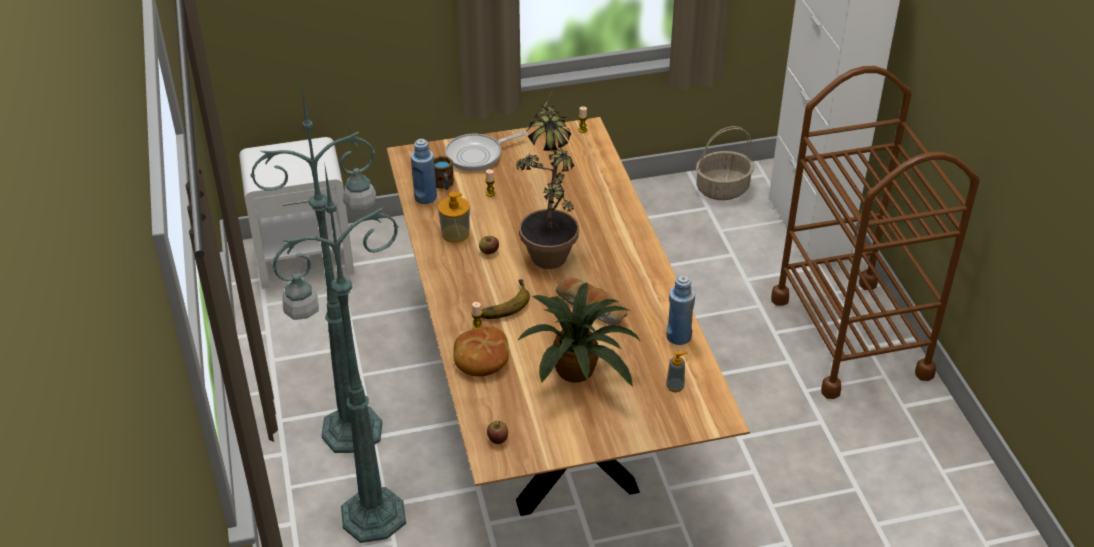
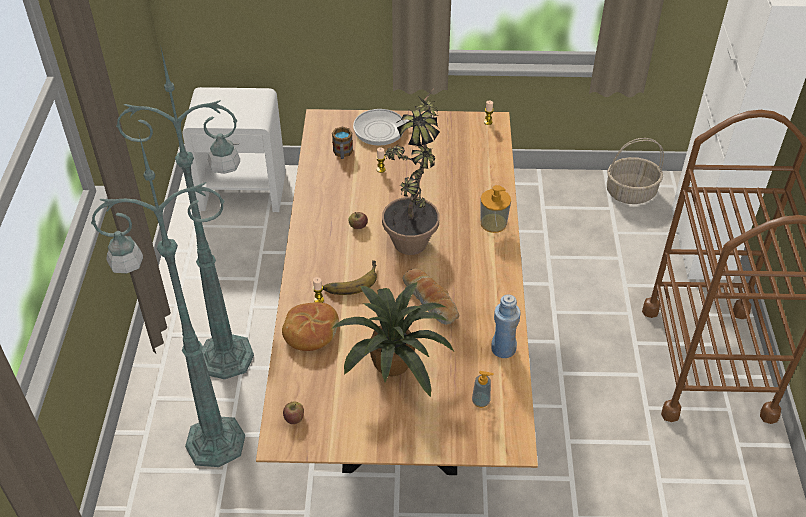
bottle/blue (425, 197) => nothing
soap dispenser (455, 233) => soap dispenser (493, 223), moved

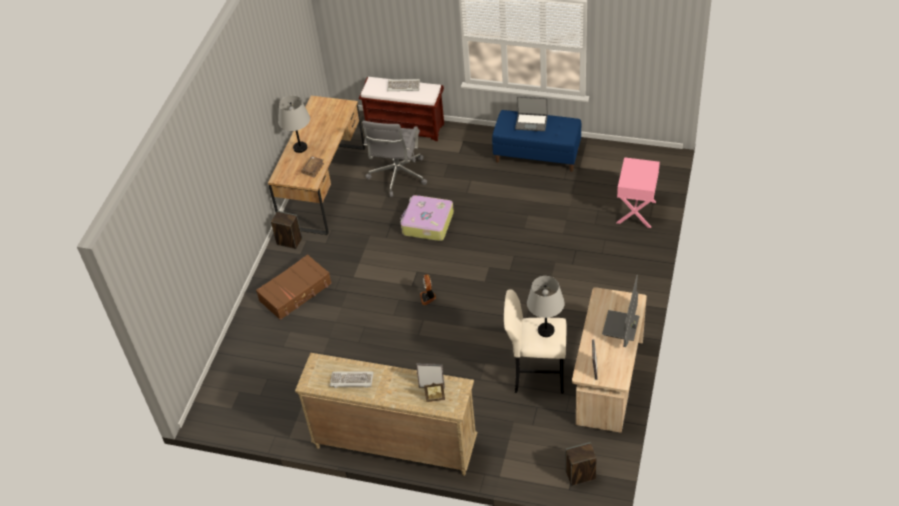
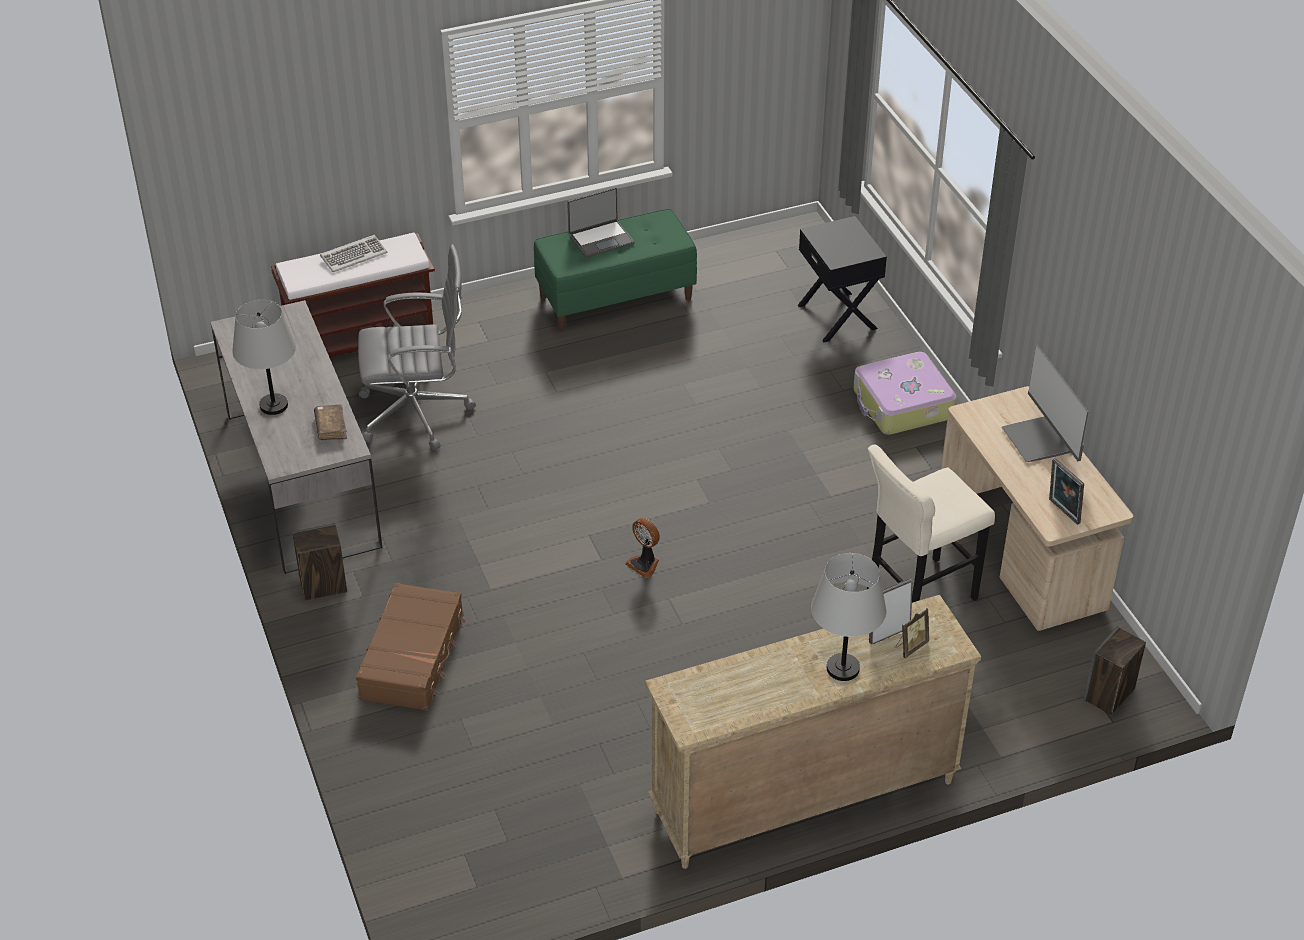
keyboard (351, 380) => nothing
suitcase (427, 223) => suitcase (902, 405), moved
table lamp/grey (546, 330) => table lamp/grey (843, 668), moved
desk/brown (323, 186) => desk/grey (302, 479)
bench/blue (537, 155) => bench/green (616, 297)
nightstand/pink (637, 212) => nightstand/black (838, 316)
office chair/grey (397, 176) => office chair/grey (418, 413), 75 degrees counterclockwise

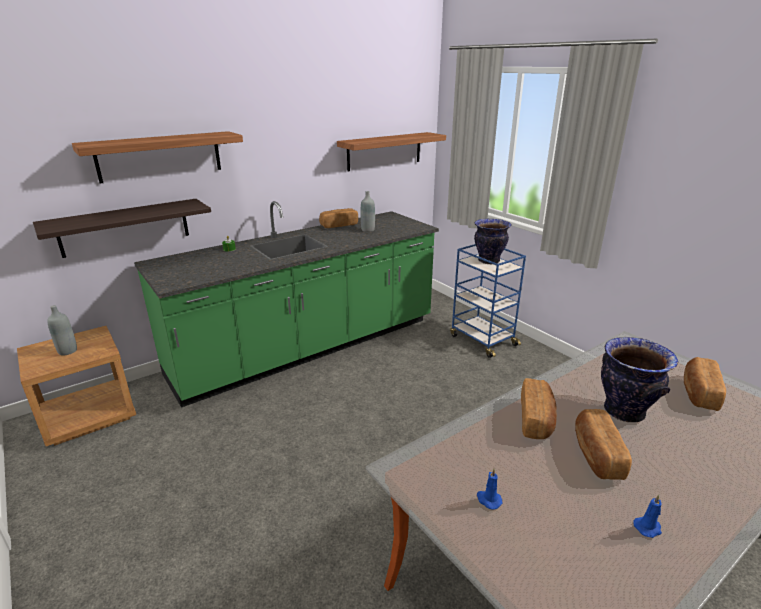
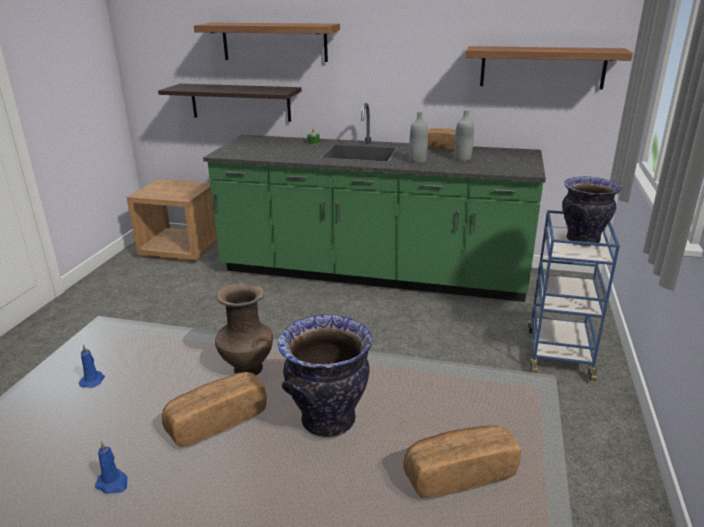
bottle/grey (67, 351) => bottle/grey (417, 161), moved
bread (536, 419) => vase/brown (246, 368)

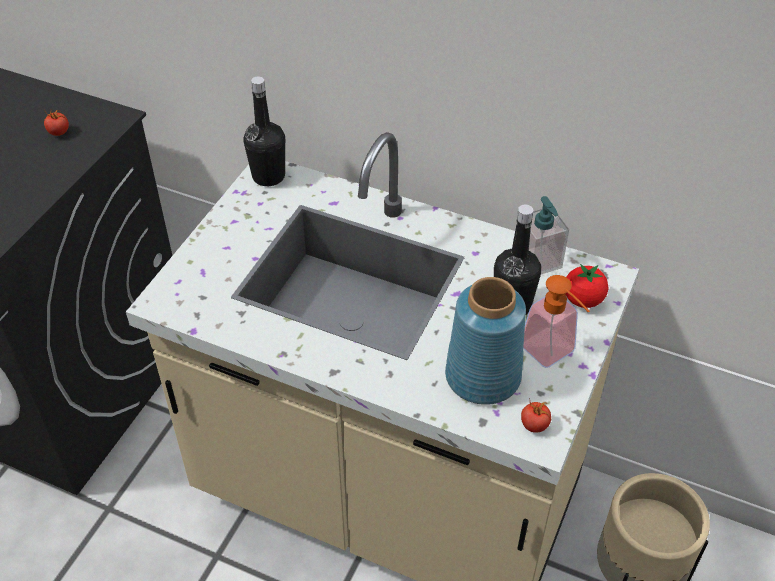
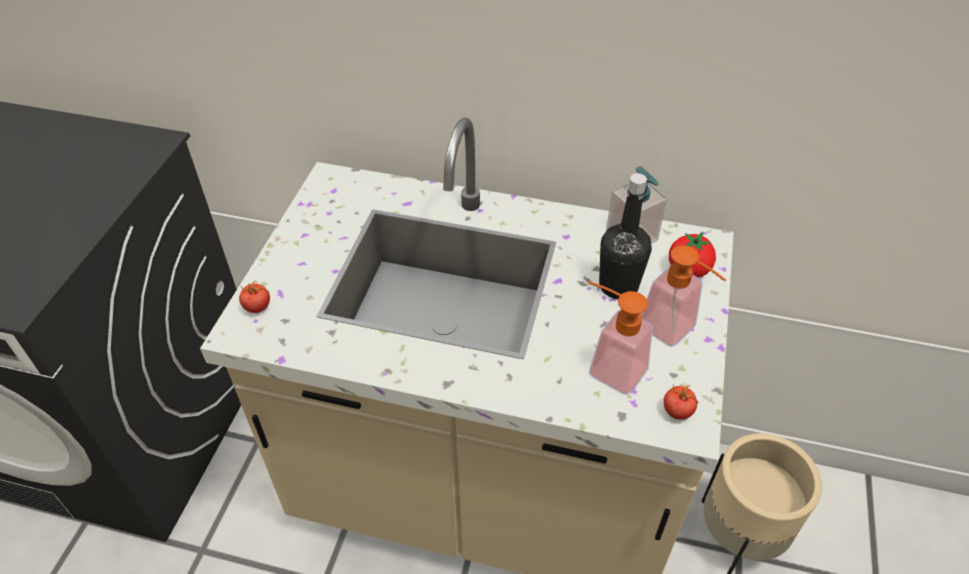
bottle/black (268, 176) => nothing
tomato (59, 132) => tomato (257, 307), moved
vase/blue (482, 377) => soap dispenser (608, 367)

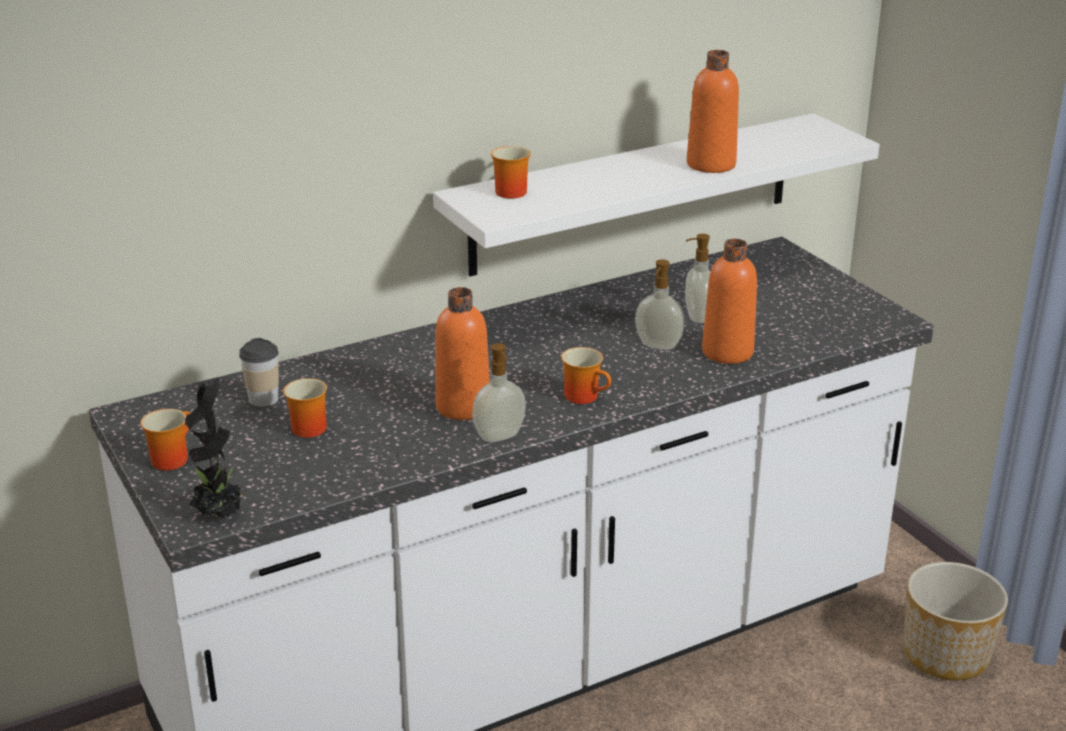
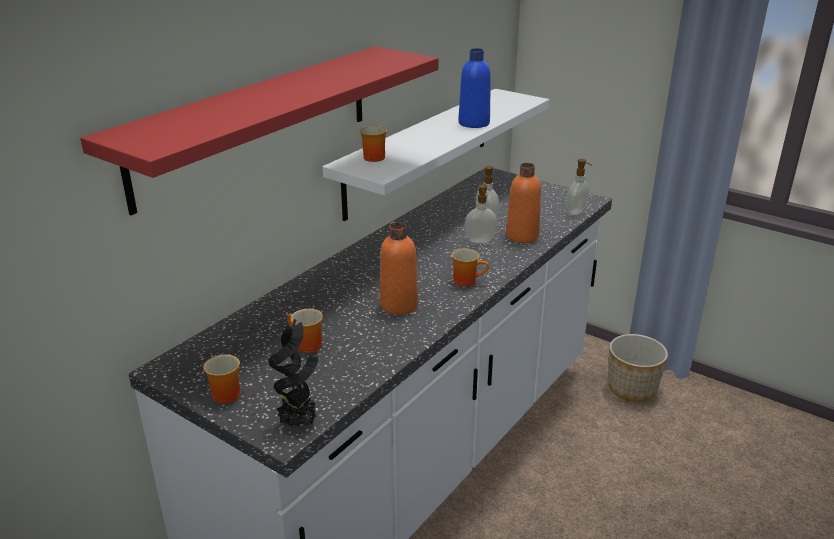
cup (263, 399) => nothing
nothing => shelf/red (257, 123)
soap dispenser (500, 437) => soap dispenser (577, 212), moved
bottle/orange (711, 165) => bottle/blue (474, 123)

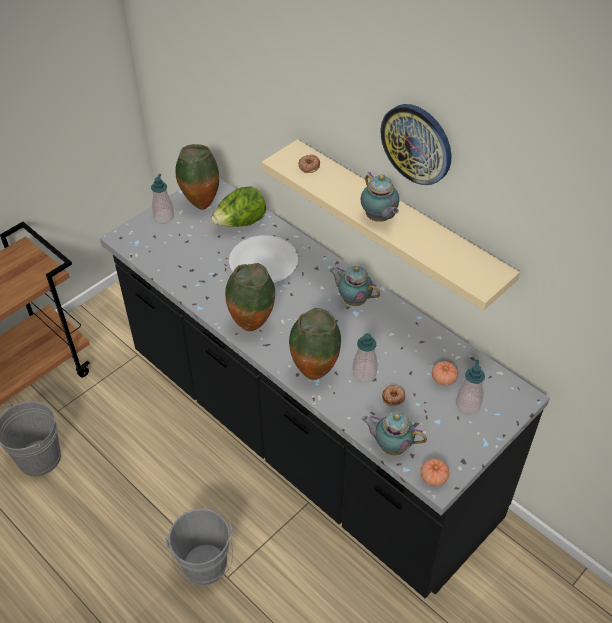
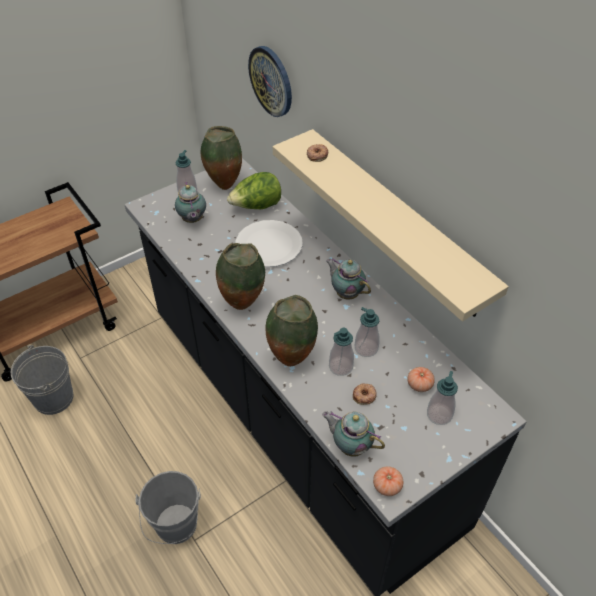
nothing => soap dispenser (366, 348)
teapot (379, 218) => teapot (192, 220), moved
wall clock (417, 143) => wall clock (271, 81), moved

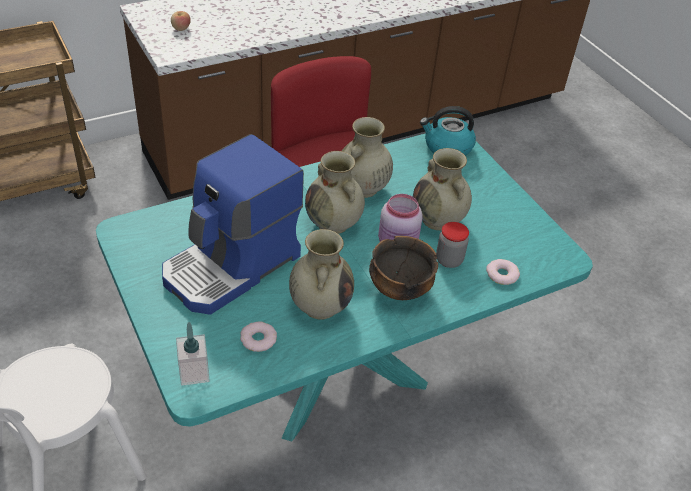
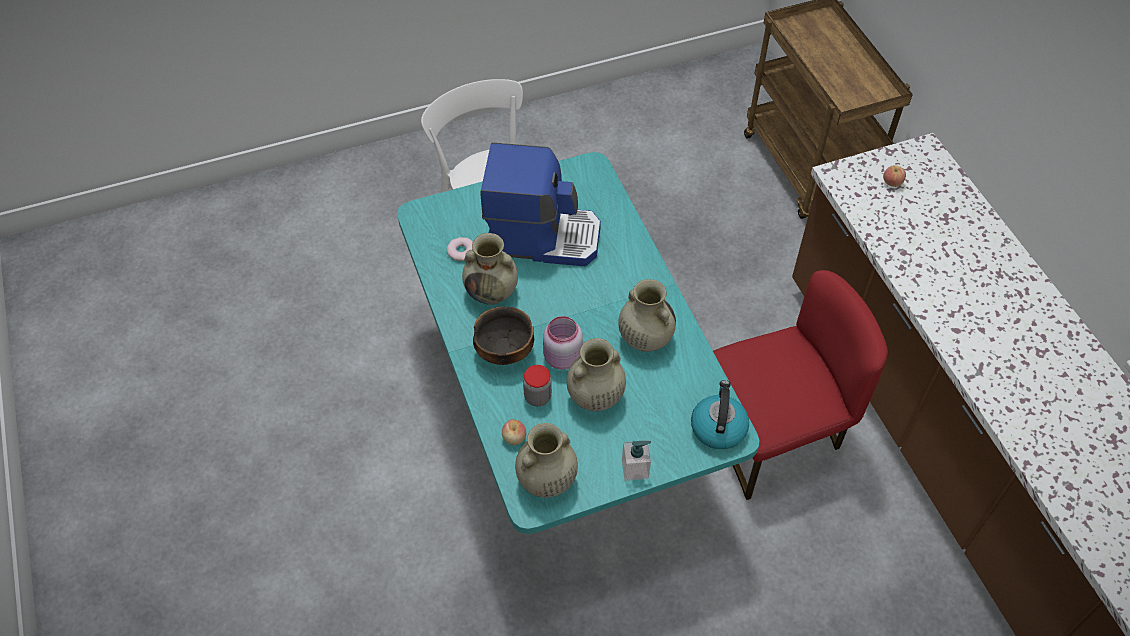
soap dispenser (194, 372) => soap dispenser (635, 469), moved
vase/beige (333, 224) => vase/beige (546, 481), moved
donut (502, 274) => apple (514, 438)
coffee machine (232, 267) => coffee machine (542, 236), 135 degrees clockwise

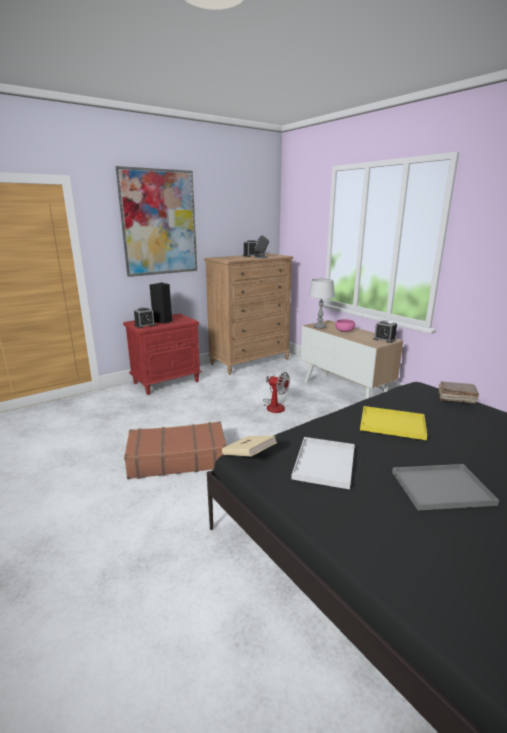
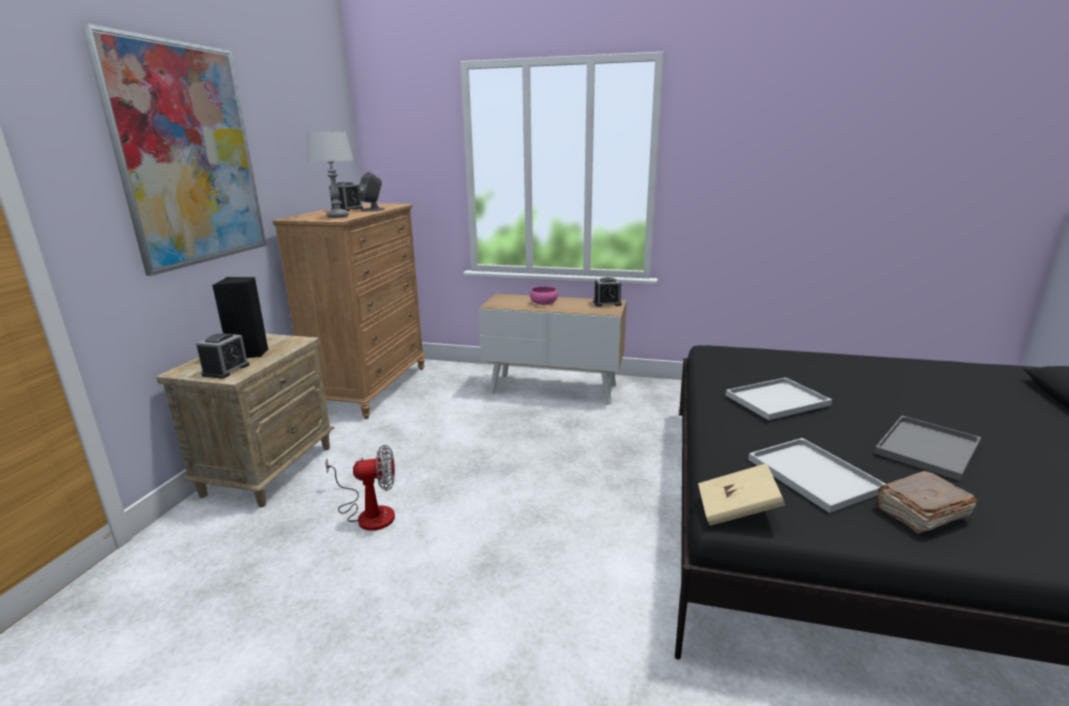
suitcase/brown (177, 459) => nothing
fan (274, 405) => fan (368, 513), moved
table lamp/grey (319, 327) => table lamp/grey (338, 216), moved
book/brown (455, 398) => book/brown (919, 513), moved
nightstand/red (167, 382) => nightstand/beige (269, 469)
tray/yellow (391, 424) => tray/white (776, 400)

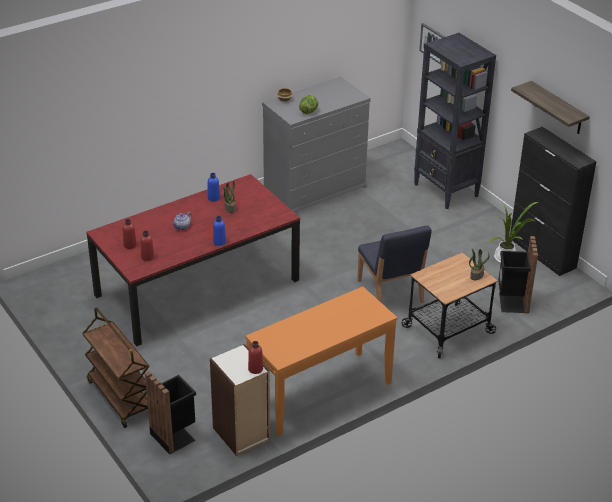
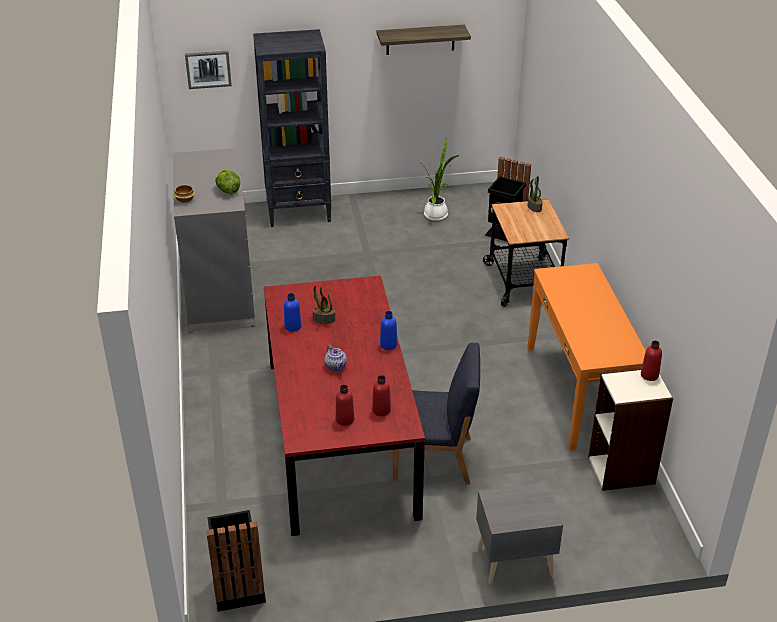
cabinet/black (542, 253) => nothing
trash can/black (174, 436) => trash can/black (238, 588), moved
chair/blue (390, 292) => chair/blue (434, 459), moved
cart/brown (120, 397) => nightstand/grey (513, 559)

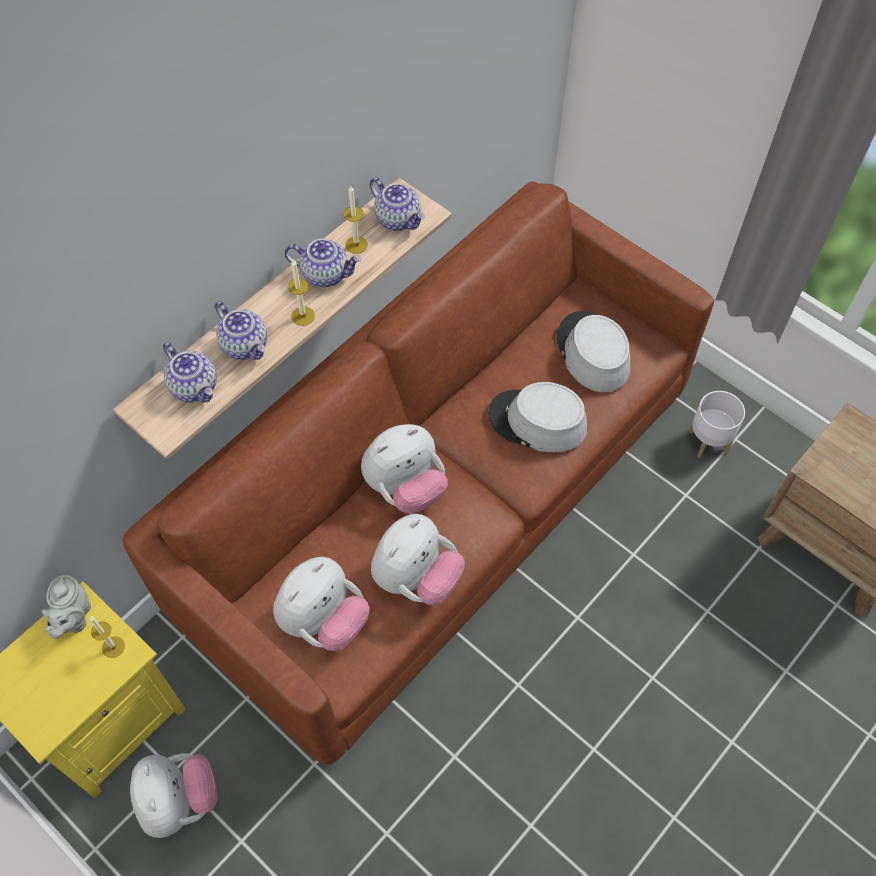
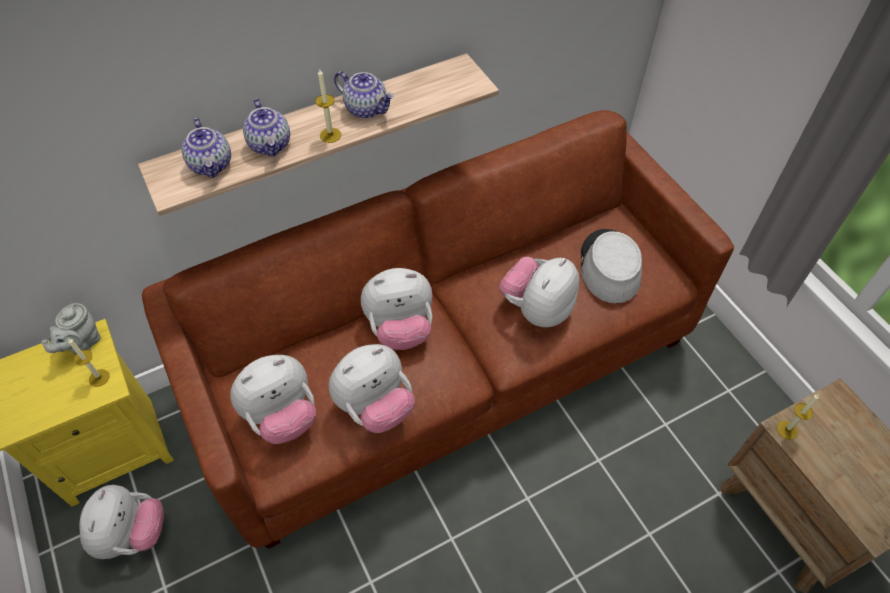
teapot (398, 219) => nothing
planter/white (708, 442) => nothing
candle (356, 245) => candle (787, 430), moved
hat/grey (537, 421) => plush toy (537, 309)

